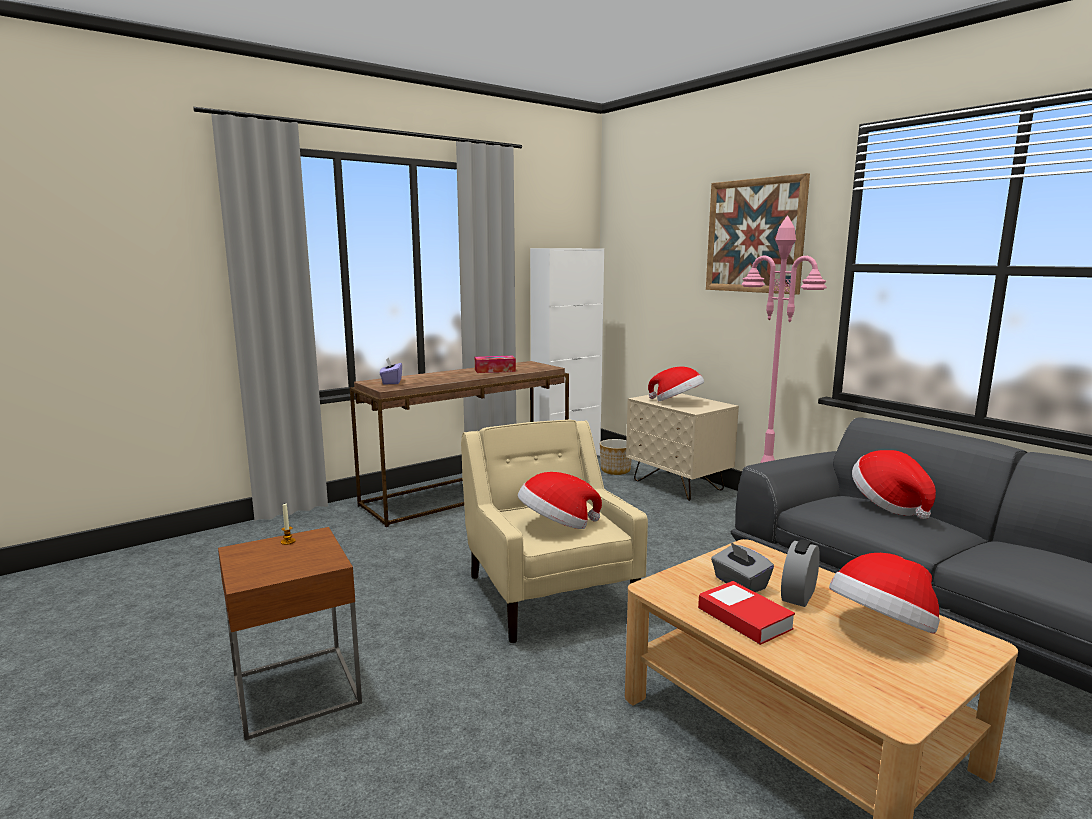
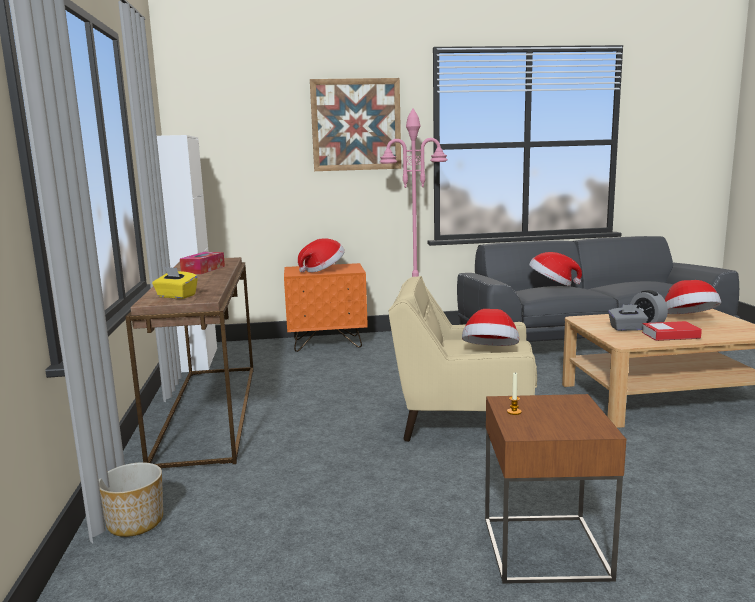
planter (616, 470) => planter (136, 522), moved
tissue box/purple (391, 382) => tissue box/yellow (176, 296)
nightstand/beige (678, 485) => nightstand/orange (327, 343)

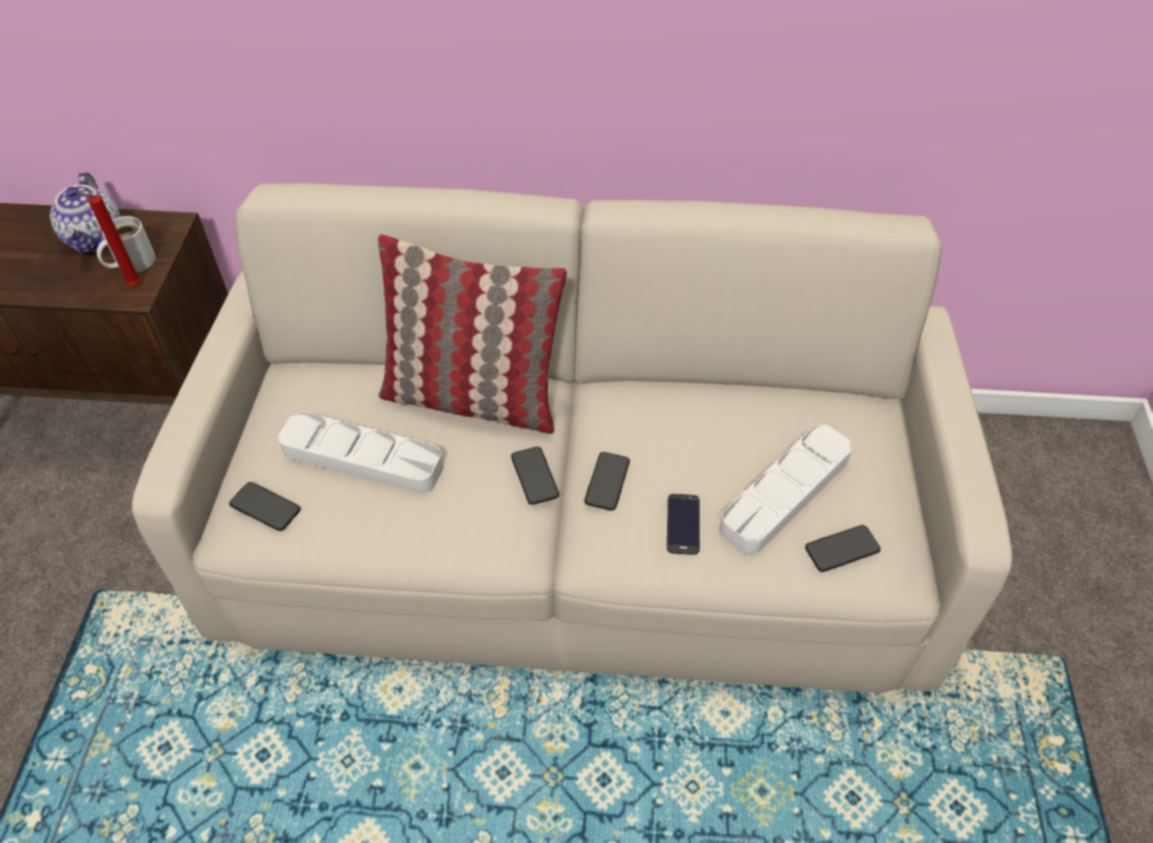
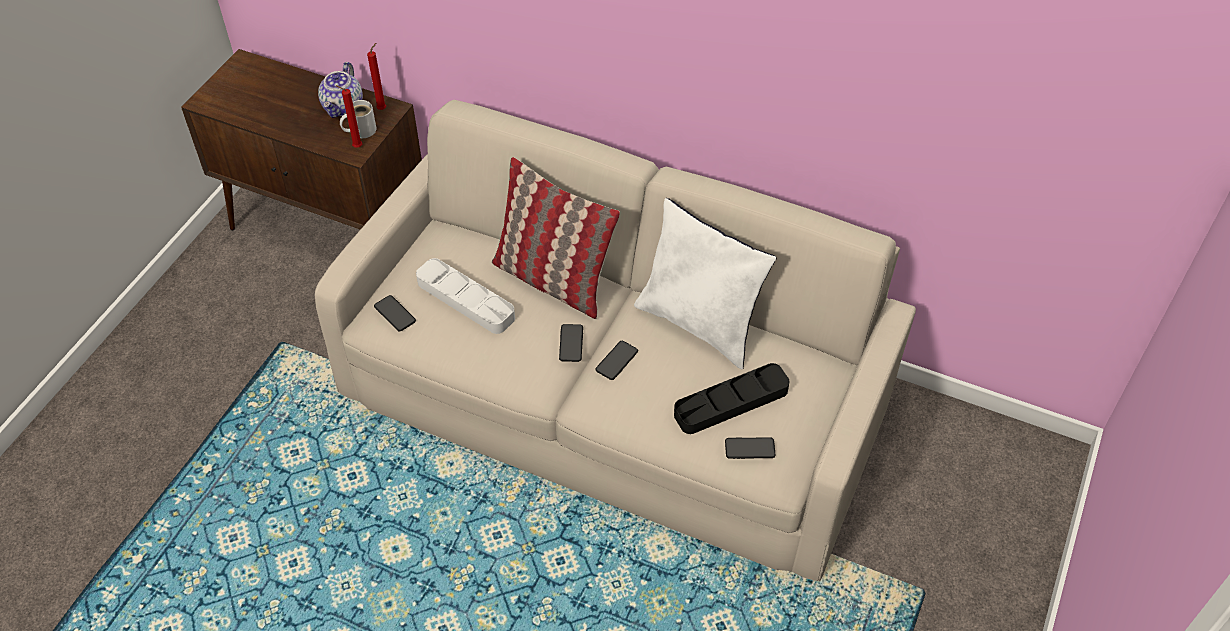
phone (683, 524) => nothing
nothing => candle/red (383, 108)
nothing => pillow/white (700, 323)
tray/white (785, 493) => tray/black (731, 402)

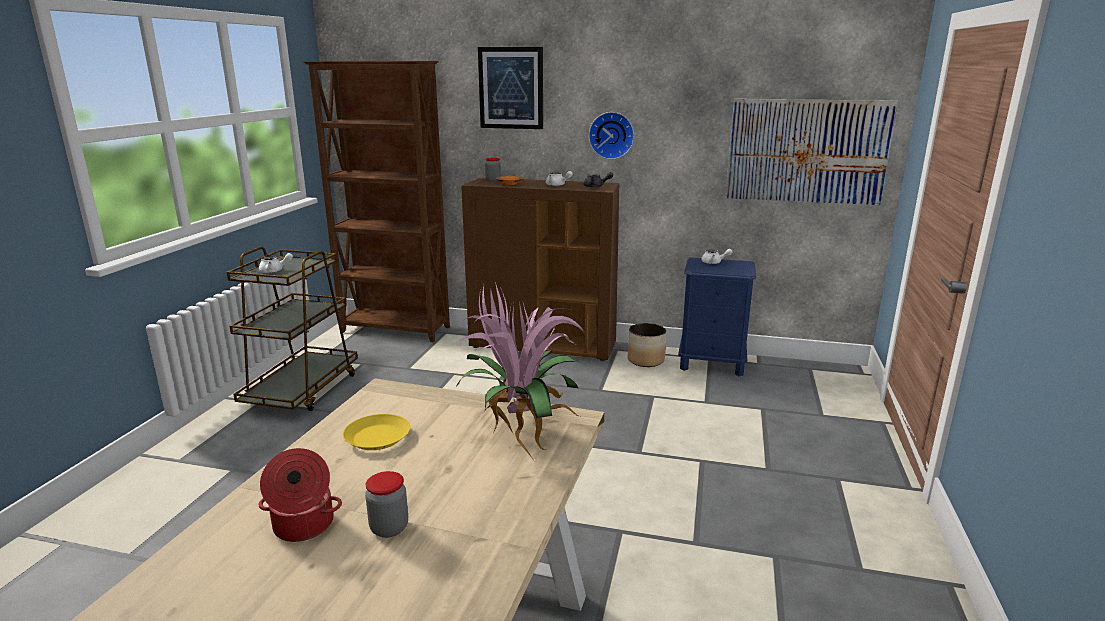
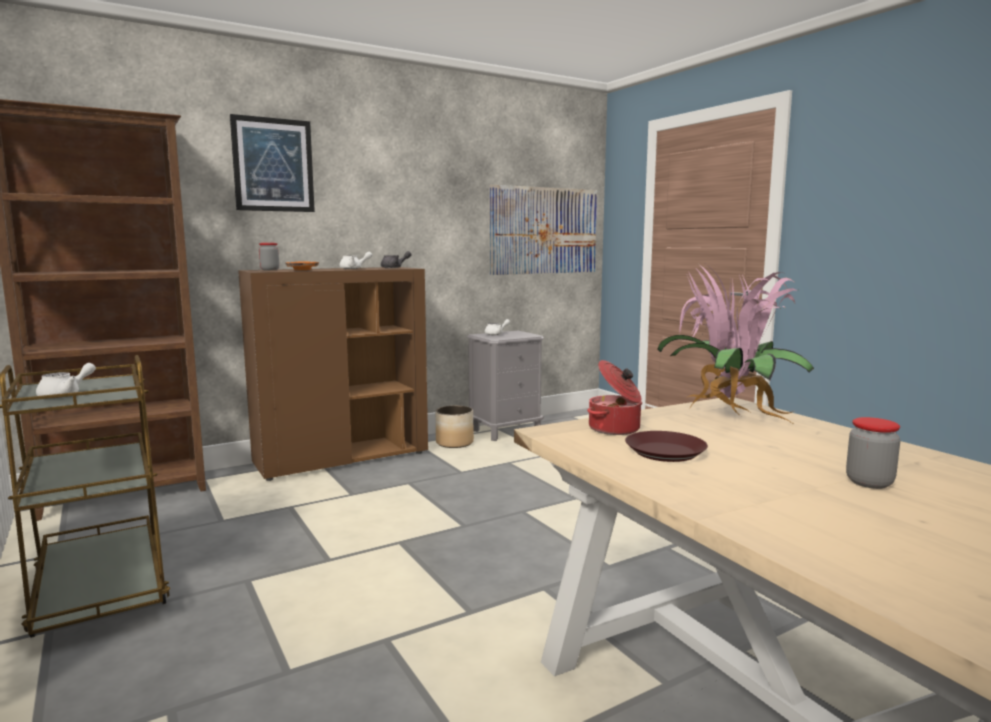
wall clock (611, 135) => nothing
cooking pot (303, 526) => cooking pot (615, 429), moved
plate/yellow (378, 437) => plate/brown (664, 452)
nightstand/blue (712, 363) => nightstand/grey (506, 431)

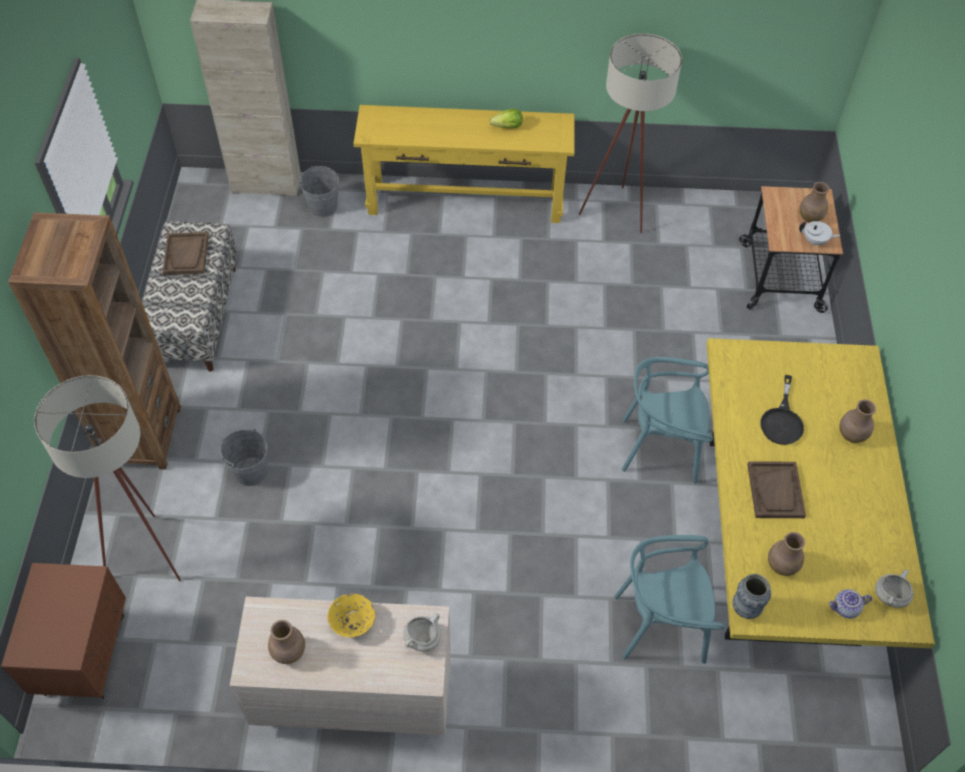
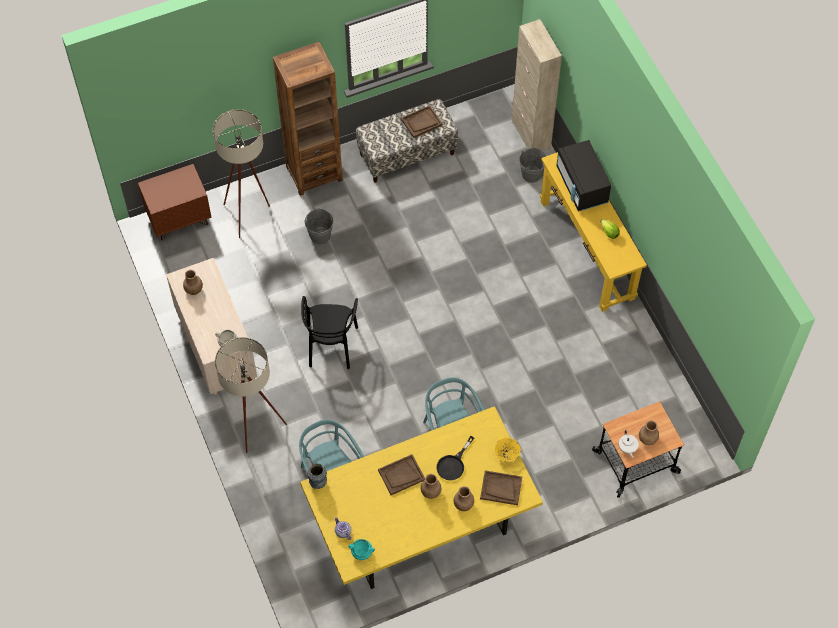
nothing => chair/black (331, 345)
nothing => tray/brown (501, 488)
nothing => microwave/black (581, 186)
bowl/yellow (353, 622) => bowl/yellow (507, 454), moved
floor lamp/beige (619, 216) => floor lamp/beige (256, 433), moved
vase/brown (782, 565) => vase/brown (431, 492), moved
cooking pot/white (889, 595) => cooking pot/turquoise (362, 552)
frying pan/black (782, 420) => frying pan/black (453, 464), 45 degrees counterclockwise

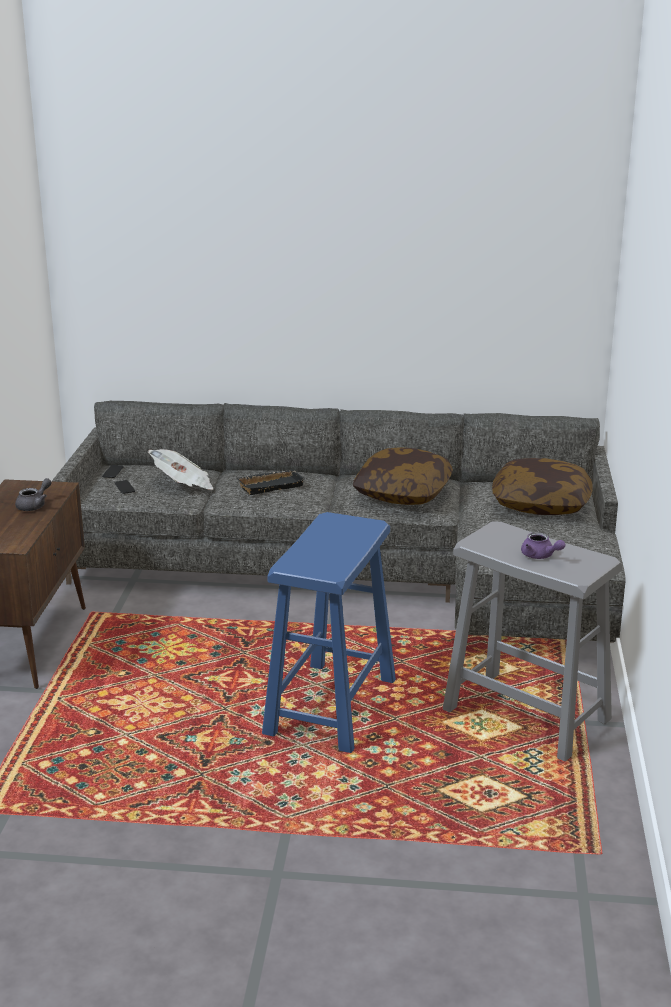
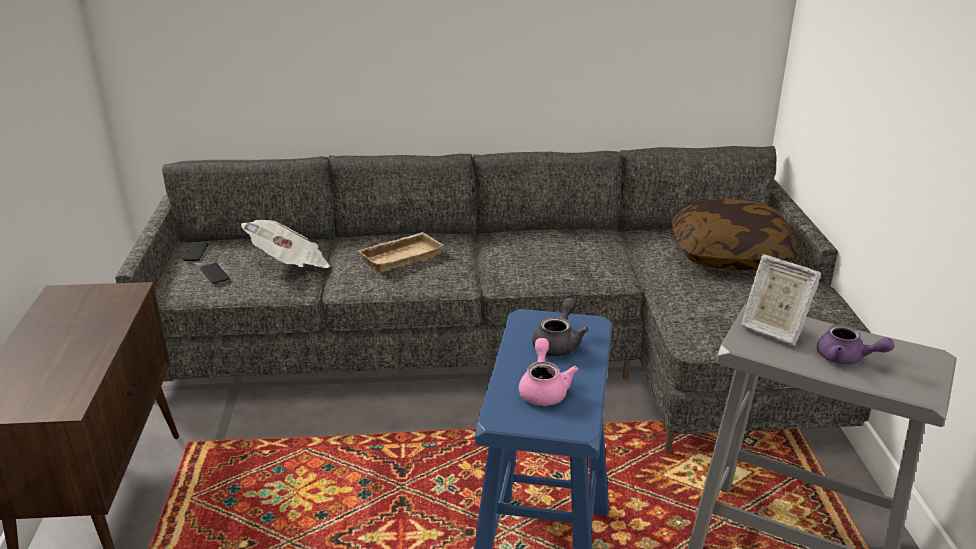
pillow (403, 493) => nothing
nothing => teapot/pink (544, 389)
nothing => picture frame (772, 329)
teapot/grey (34, 505) => teapot/grey (558, 343), moved
tray/black (270, 485) => tray/beige (401, 256)

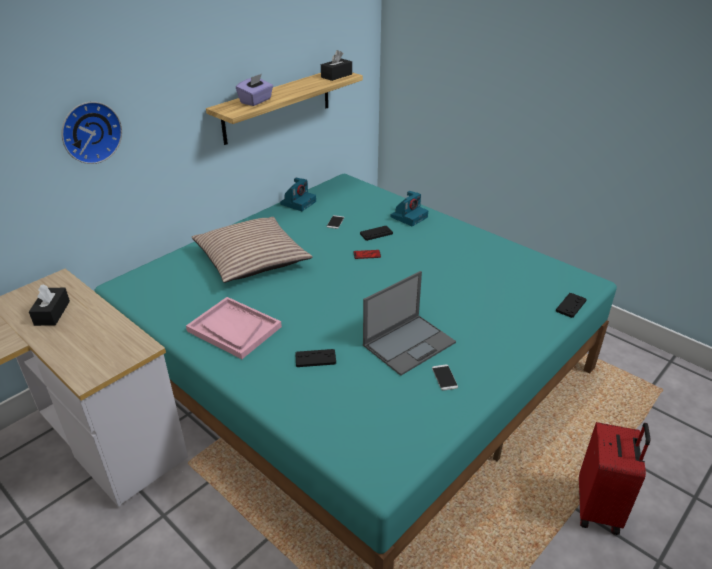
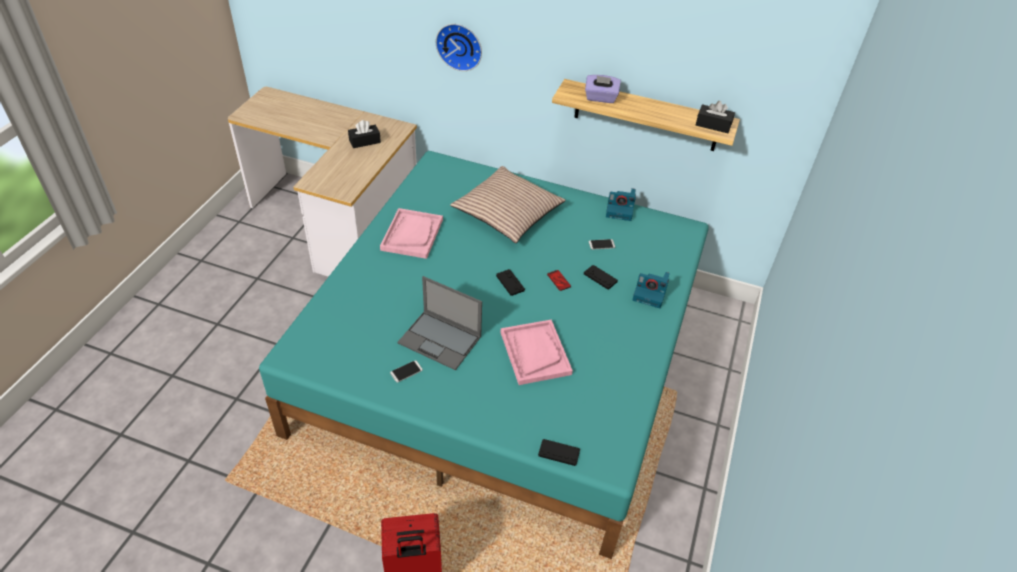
nothing => tray/pink (535, 353)
game controller/black (315, 359) => game controller/black (510, 283), moved

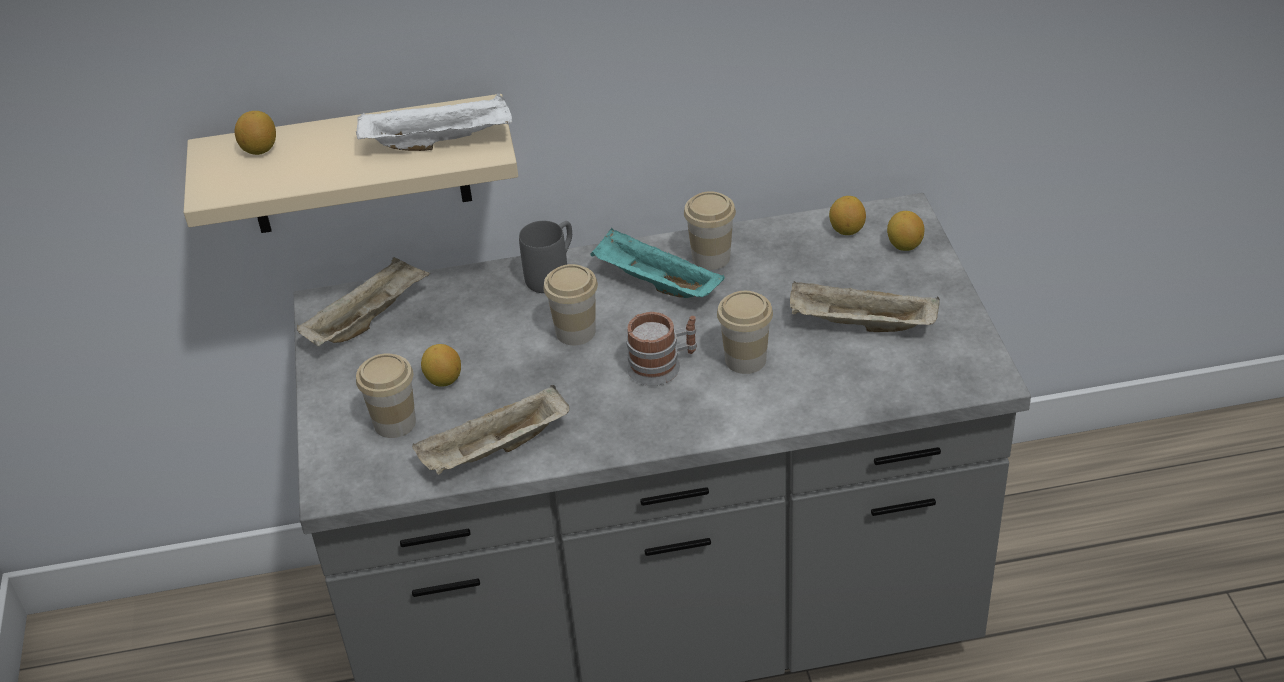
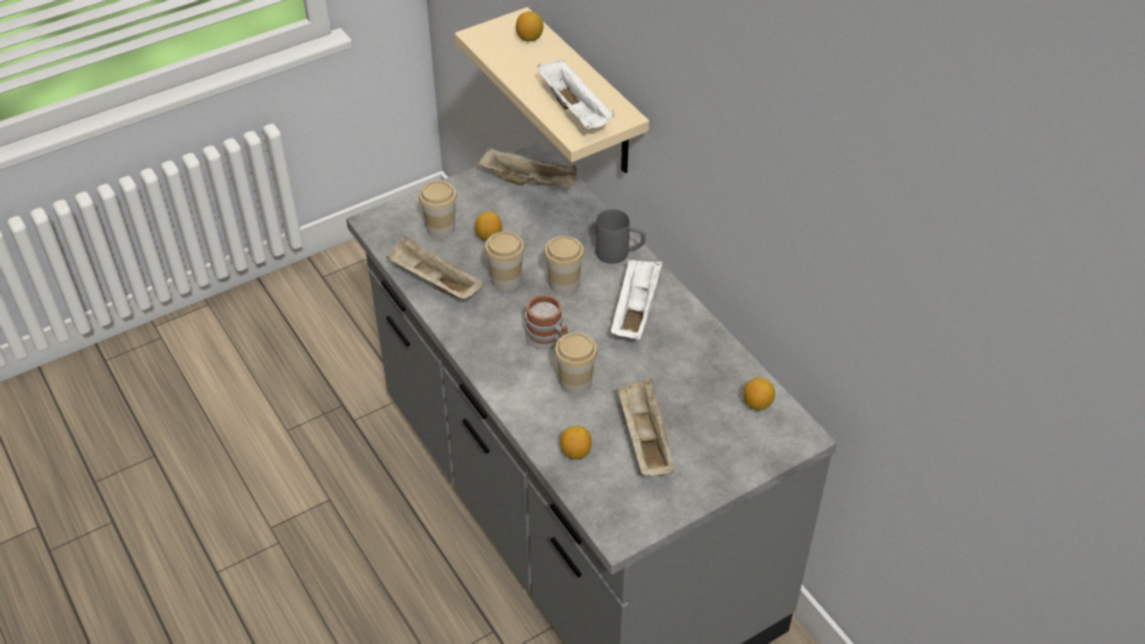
cup (711, 257) => cup (506, 280), moved
lemon (904, 245) => lemon (575, 452), moved
tray/turquoise (654, 284) => tray/white (635, 310)

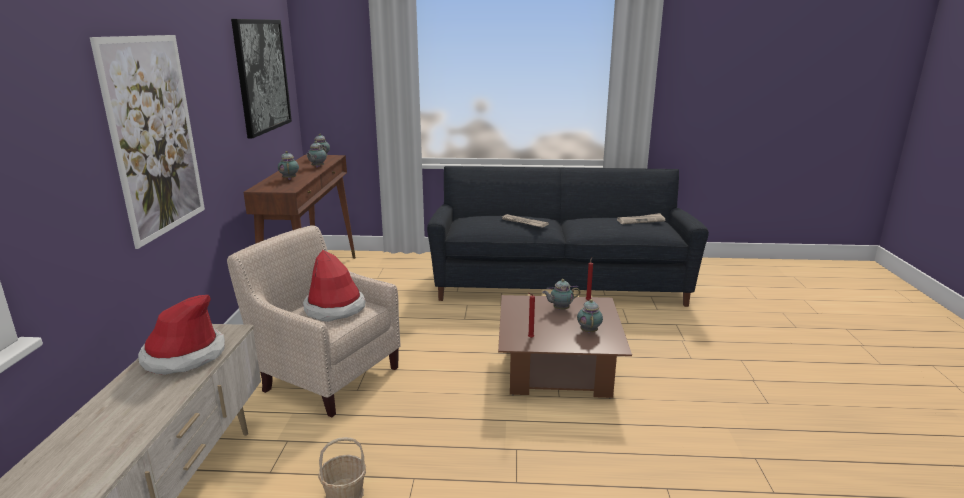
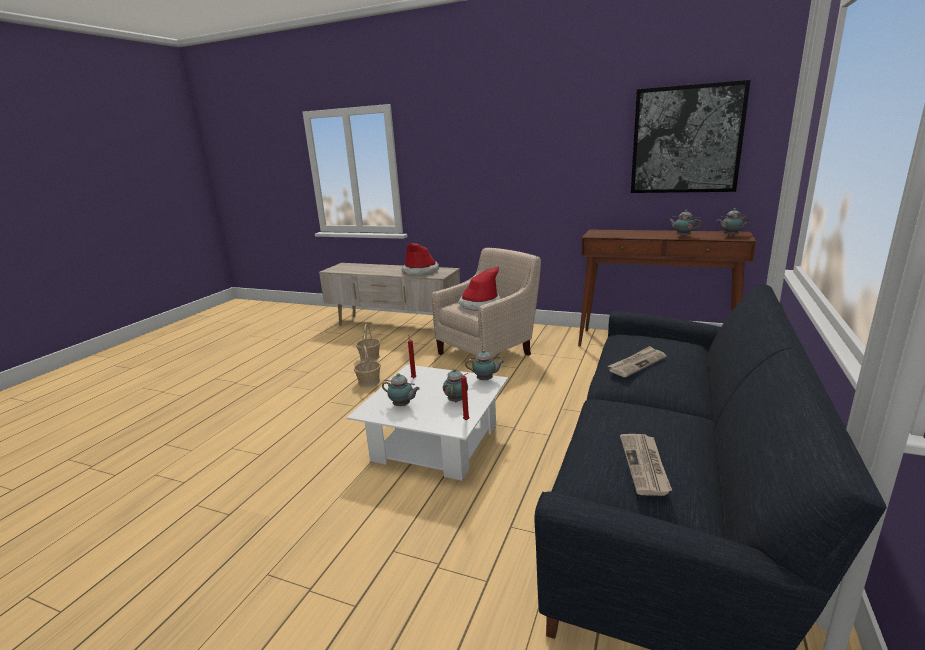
picture (154, 136) => nothing
nothing => basket (369, 382)
teapot (290, 179) => teapot (486, 380), moved
coffee table/brown (557, 369) => coffee table/white (436, 443)

